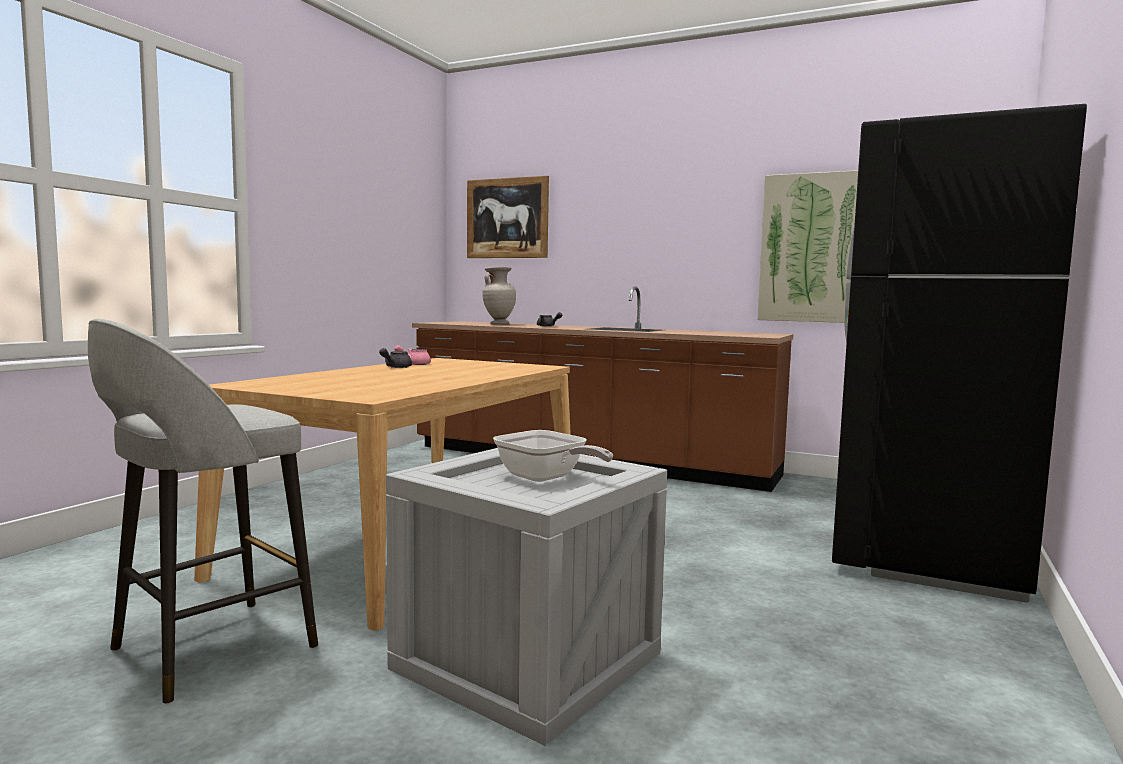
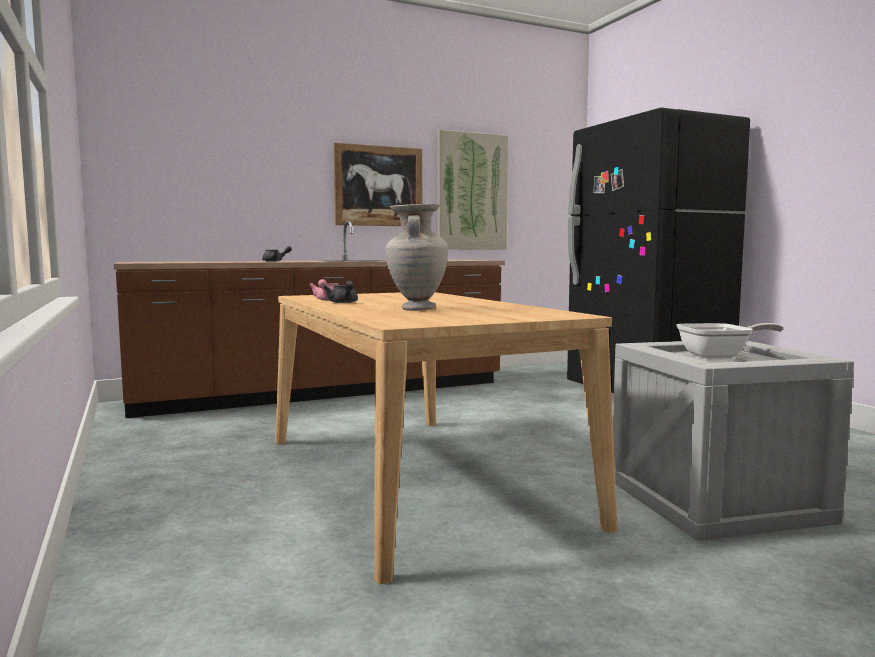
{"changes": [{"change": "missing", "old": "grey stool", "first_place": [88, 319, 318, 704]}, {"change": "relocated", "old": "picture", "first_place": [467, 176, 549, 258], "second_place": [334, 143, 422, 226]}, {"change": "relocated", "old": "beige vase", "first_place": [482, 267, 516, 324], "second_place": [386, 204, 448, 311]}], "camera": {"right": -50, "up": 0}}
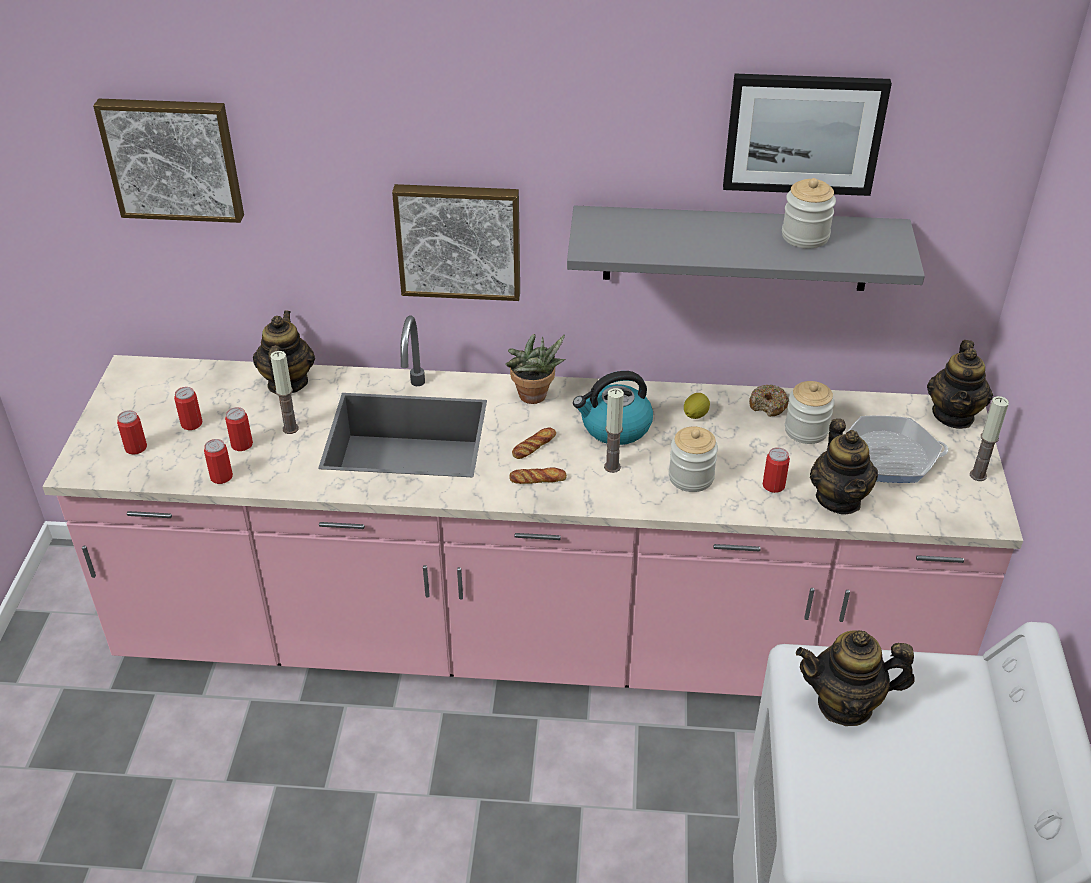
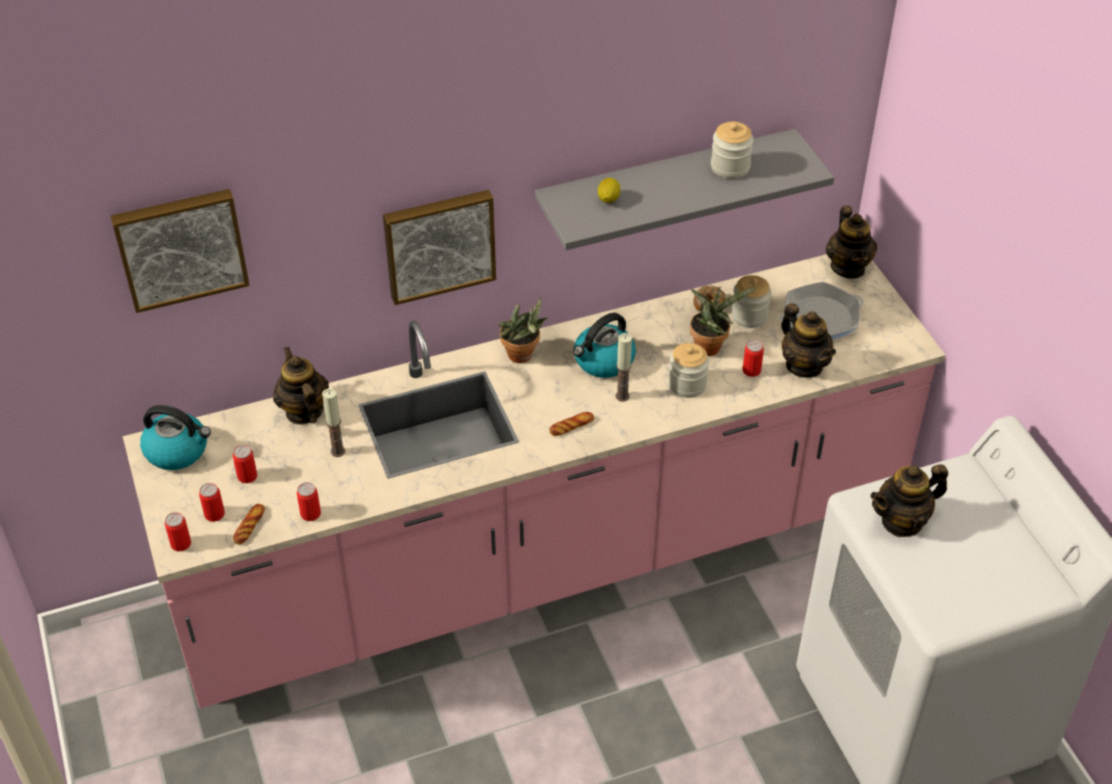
{"changes": [{"change": "relocated", "old": "can", "first_place": [225, 407, 253, 451], "second_place": [165, 512, 191, 551]}, {"change": "relocated", "old": "bread", "first_place": [512, 428, 556, 459], "second_place": [233, 504, 265, 545]}, {"change": "relocated", "old": "lemon", "first_place": [684, 393, 710, 419], "second_place": [598, 178, 620, 203]}, {"change": "missing", "old": "picture", "first_place": [723, 74, 892, 196]}, {"change": "missing", "old": "candle", "first_place": [970, 396, 1009, 481]}, {"change": "appeared", "new": "kettle", "second_place": [140, 405, 211, 470]}, {"change": "appeared", "new": "potted plant", "second_place": [690, 286, 758, 356]}], "camera": {"right": -25, "up": 5}}
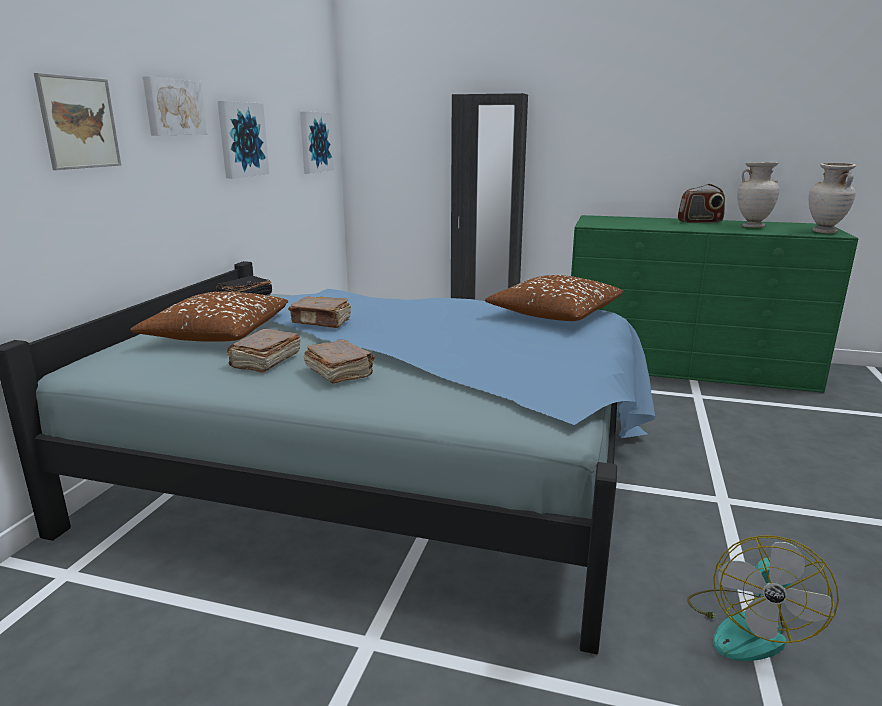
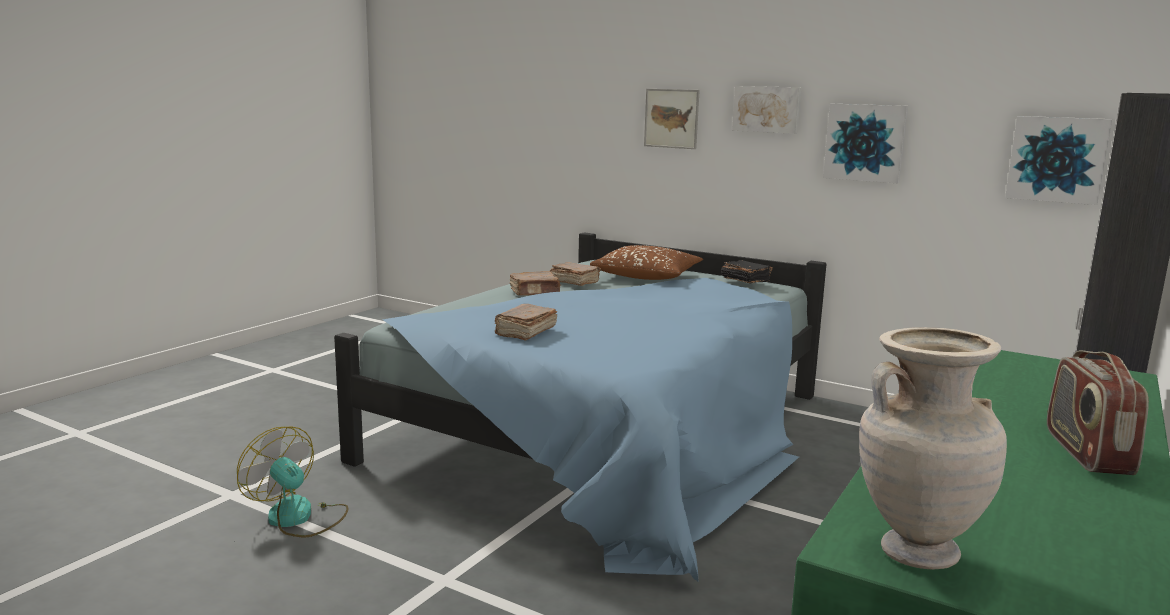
{"changes": [{"change": "relocated", "old": "brown book", "first_place": [288, 297, 351, 328], "second_place": [495, 304, 557, 341]}, {"change": "missing", "old": "brown pillow", "first_place": [485, 275, 623, 321]}, {"change": "missing", "old": "beige vase", "first_place": [737, 162, 780, 228]}], "camera": {"right": 105, "up": -5}}
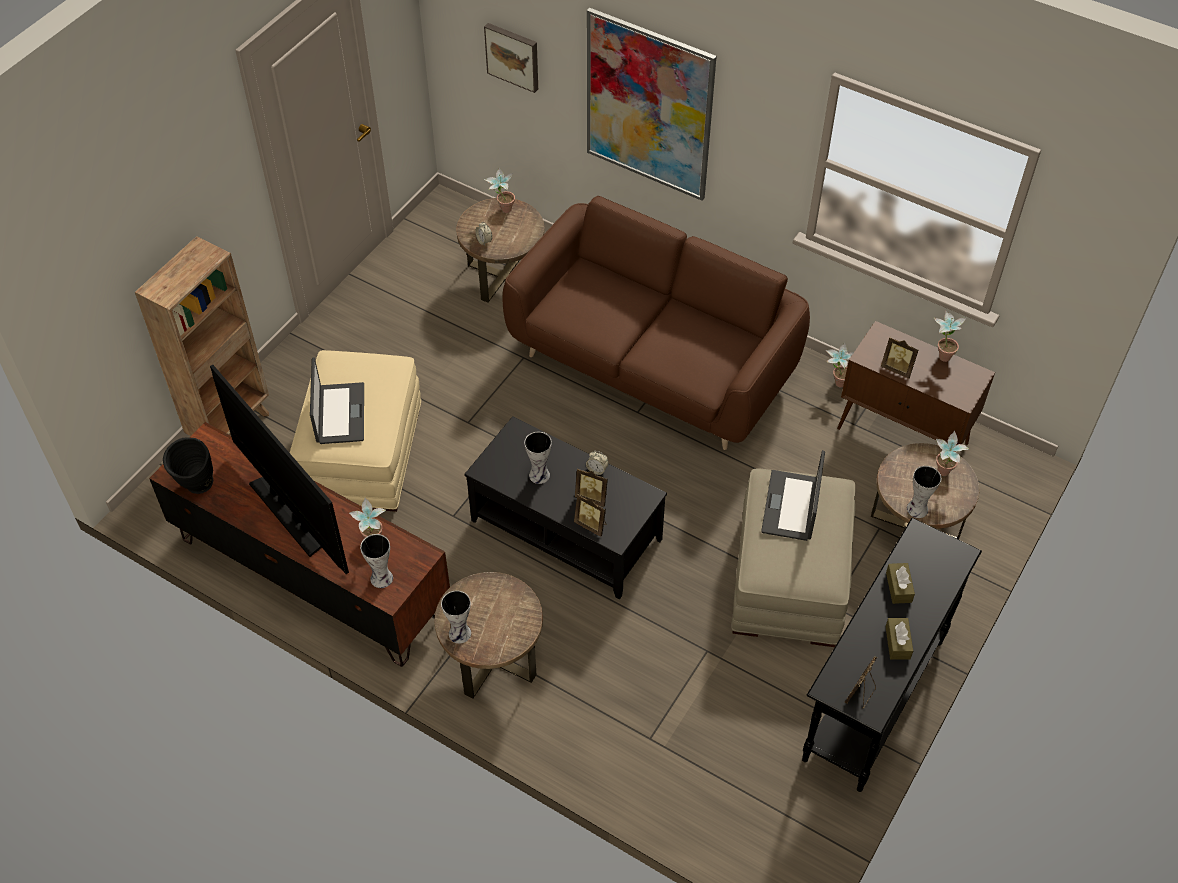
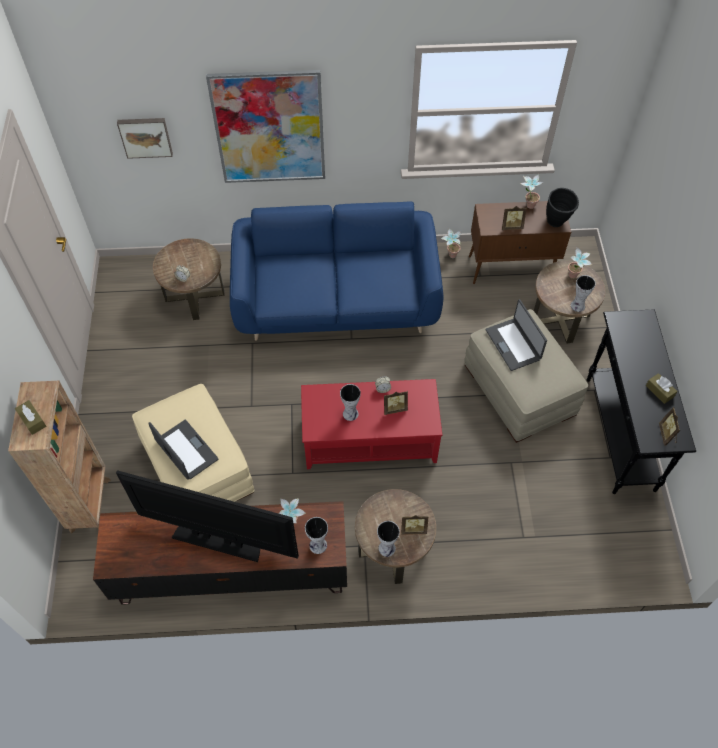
{"changes": [{"change": "relocated", "old": "black vase", "first_place": [163, 437, 213, 494], "second_place": [546, 188, 579, 227]}, {"change": "colour", "old": "black coffee table", "new": "red coffee table", "first_place": [464, 416, 667, 599], "second_place": [301, 379, 442, 469]}, {"change": "missing", "old": "potted plant", "first_place": [484, 167, 515, 213]}, {"change": "colour", "old": "brown sofa", "new": "blue sofa", "first_place": [503, 196, 810, 450], "second_place": [230, 201, 443, 341]}, {"change": "relocated", "old": "picture frame", "first_place": [574, 493, 607, 537], "second_place": [401, 515, 429, 535]}, {"change": "relocated", "old": "brown tissue box", "first_place": [886, 563, 915, 604], "second_place": [15, 400, 46, 435]}], "camera": {"right": -35, "up": 5}}
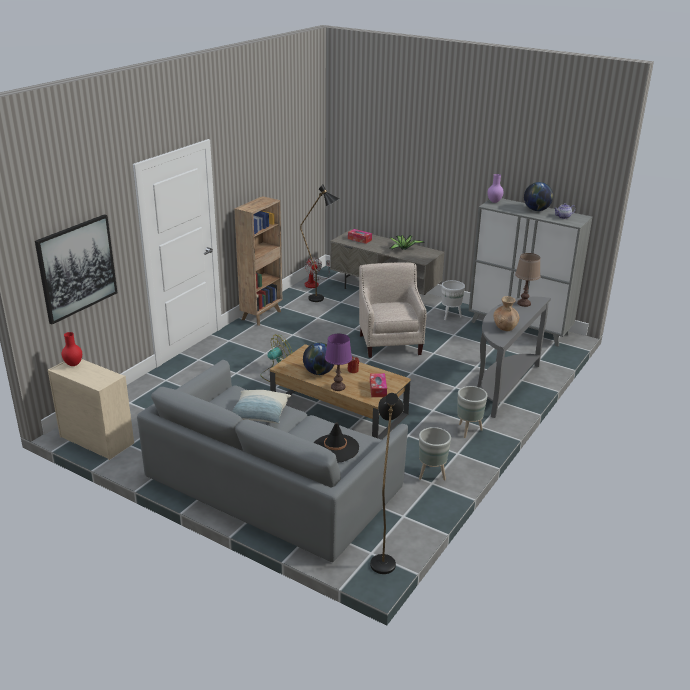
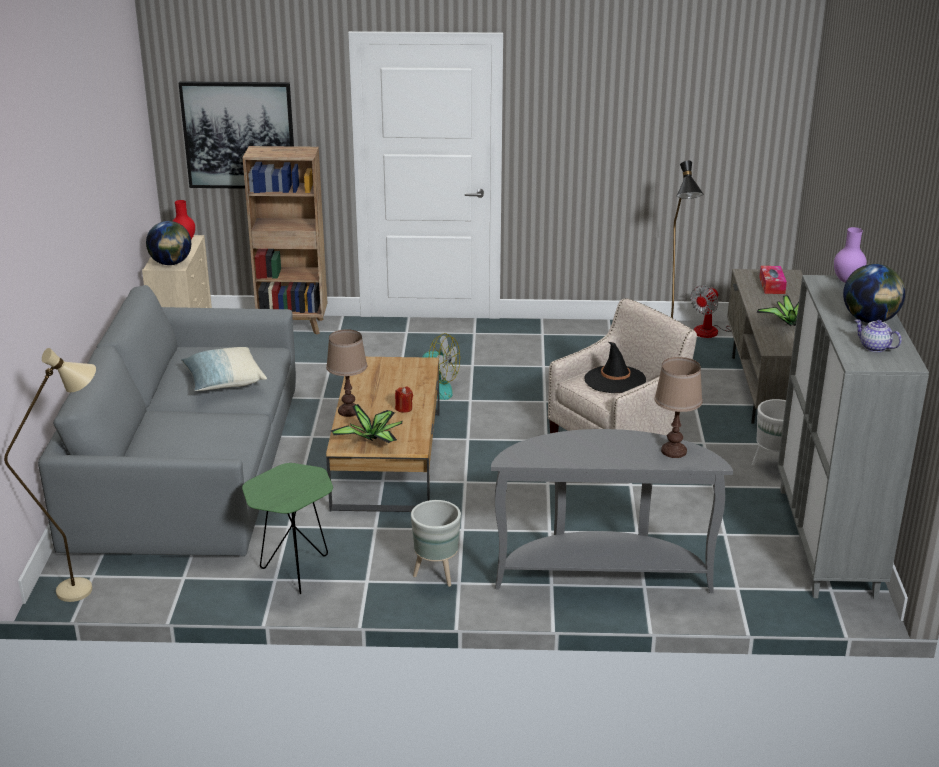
{"changes": [{"change": "relocated", "old": "brown bookcase", "first_place": [234, 196, 282, 326], "second_place": [243, 146, 327, 335]}, {"change": "relocated", "old": "globe", "first_place": [303, 342, 334, 375], "second_place": [146, 221, 191, 265]}, {"change": "relocated", "old": "black hat", "first_place": [314, 423, 359, 462], "second_place": [584, 342, 646, 393]}, {"change": "colour", "old": "purple table lamp", "new": "brown table lamp", "first_place": [325, 333, 352, 391], "second_place": [326, 329, 367, 417]}, {"change": "exchanged", "old": "tissue box", "new": "potted plant", "first_place": [370, 373, 387, 397], "second_place": [331, 404, 403, 443]}, {"change": "colour", "old": "black floor lamp", "new": "beige floor lamp", "first_place": [370, 393, 404, 574], "second_place": [4, 348, 96, 602]}, {"change": "exchanged", "old": "grey planter", "new": "green side table", "first_place": [419, 427, 451, 480], "second_place": [242, 463, 333, 594]}, {"change": "missing", "old": "brown vase", "first_place": [494, 296, 519, 331]}], "camera": {"right": 60, "up": 0}}
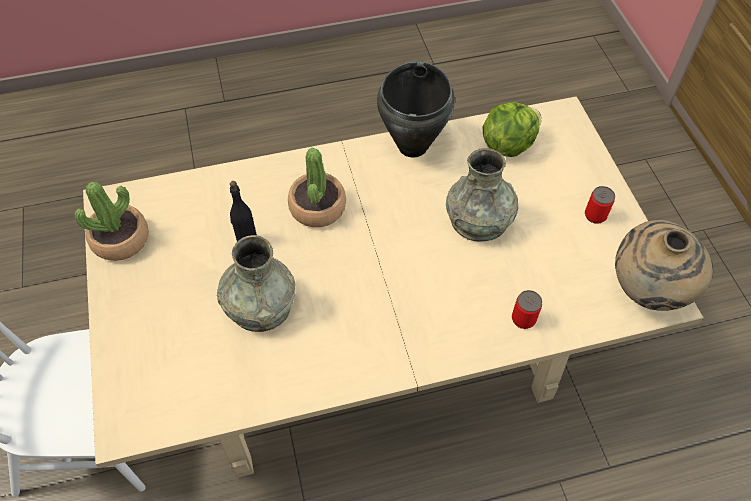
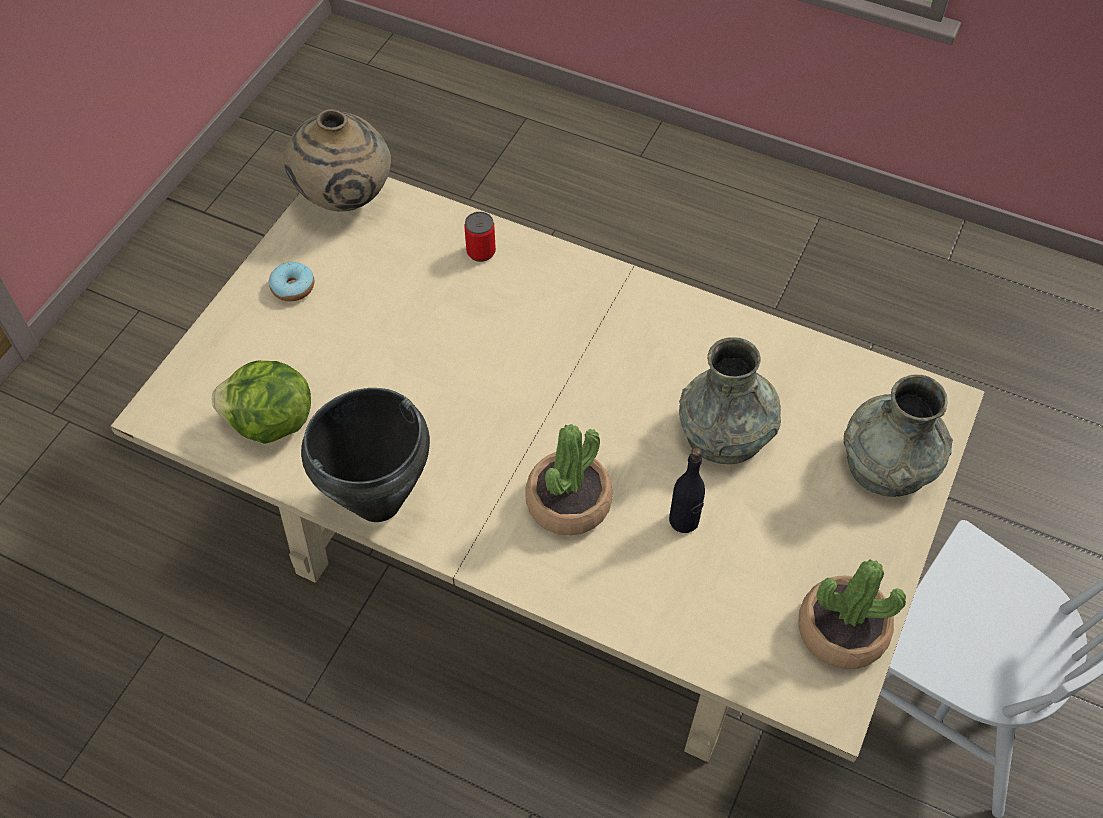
{"changes": [{"change": "relocated", "old": "grey vase", "first_place": [446, 148, 518, 242], "second_place": [844, 375, 953, 497]}, {"change": "exchanged", "old": "can", "new": "donut", "first_place": [585, 186, 615, 224], "second_place": [269, 262, 314, 302]}], "camera": {"right": -140, "up": 0}}
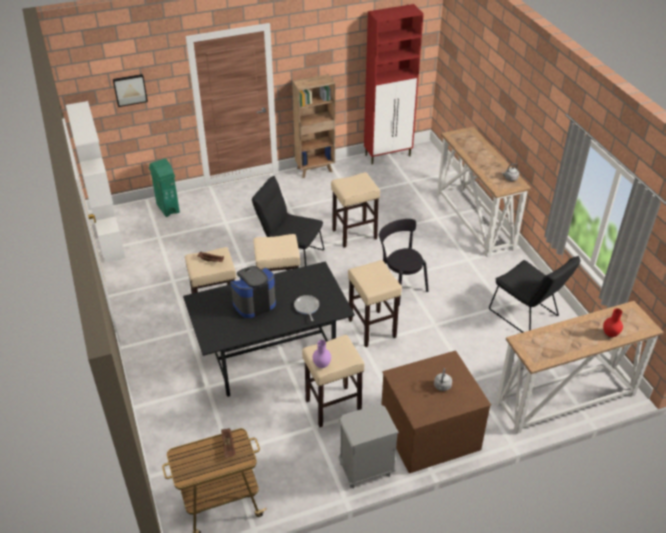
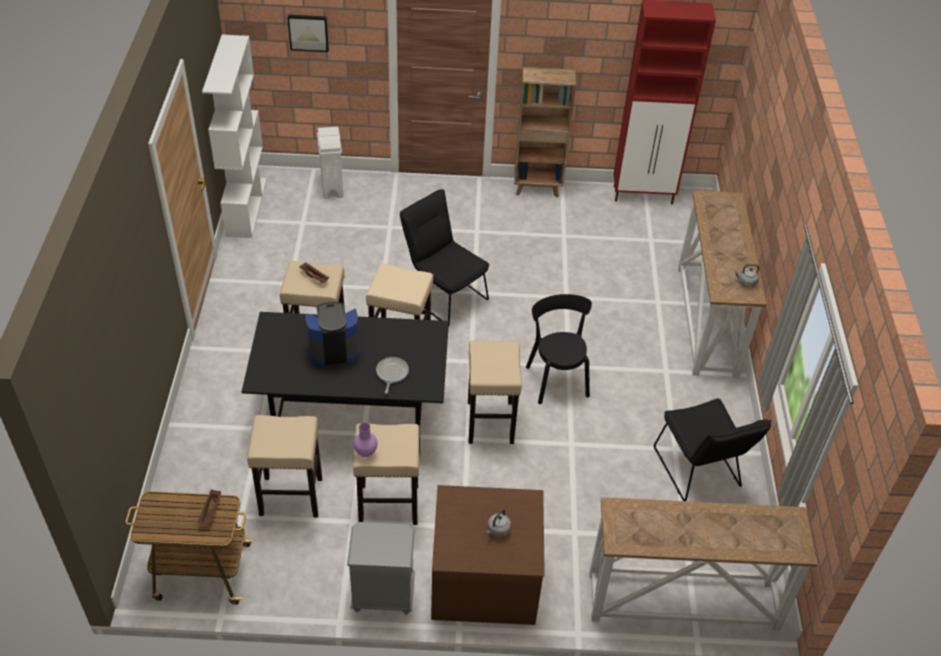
{"changes": [{"change": "colour", "old": "green trash can", "new": "white trash can", "first_place": [149, 159, 180, 217], "second_place": [317, 127, 343, 199]}, {"change": "relocated", "old": "beige stool", "first_place": [331, 172, 380, 248], "second_place": [247, 415, 322, 517]}, {"change": "missing", "old": "red vase", "first_place": [603, 308, 623, 337]}], "camera": {"right": 20, "up": 5}}
